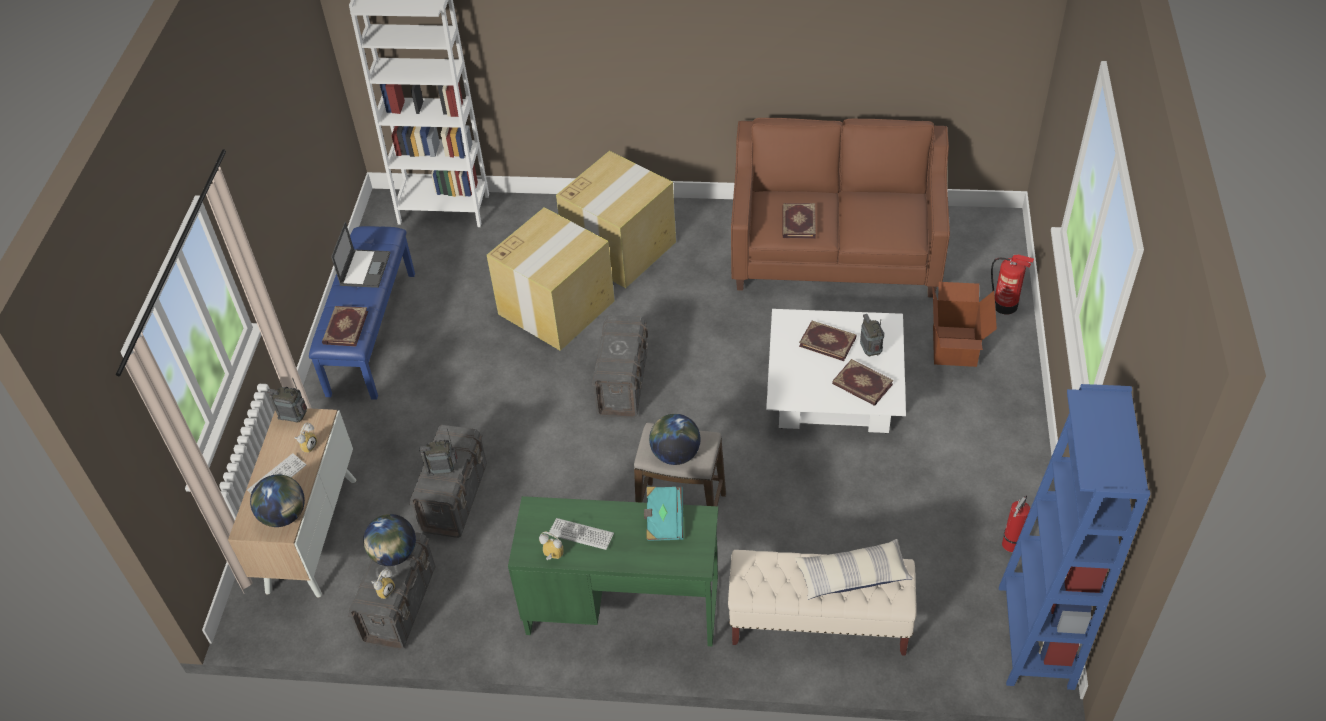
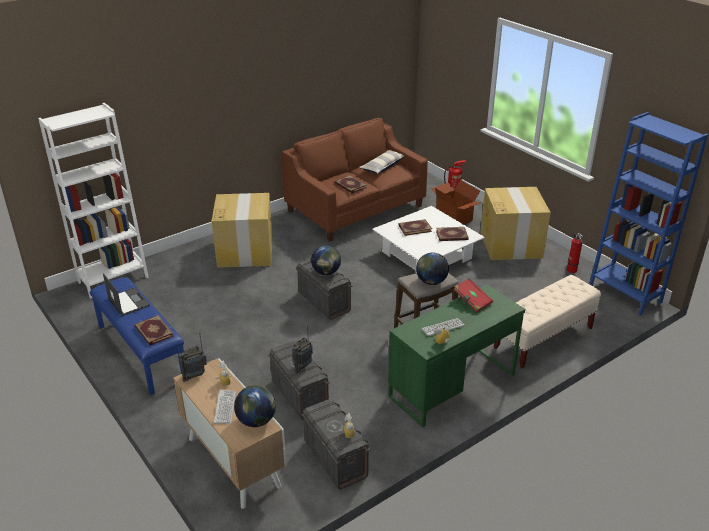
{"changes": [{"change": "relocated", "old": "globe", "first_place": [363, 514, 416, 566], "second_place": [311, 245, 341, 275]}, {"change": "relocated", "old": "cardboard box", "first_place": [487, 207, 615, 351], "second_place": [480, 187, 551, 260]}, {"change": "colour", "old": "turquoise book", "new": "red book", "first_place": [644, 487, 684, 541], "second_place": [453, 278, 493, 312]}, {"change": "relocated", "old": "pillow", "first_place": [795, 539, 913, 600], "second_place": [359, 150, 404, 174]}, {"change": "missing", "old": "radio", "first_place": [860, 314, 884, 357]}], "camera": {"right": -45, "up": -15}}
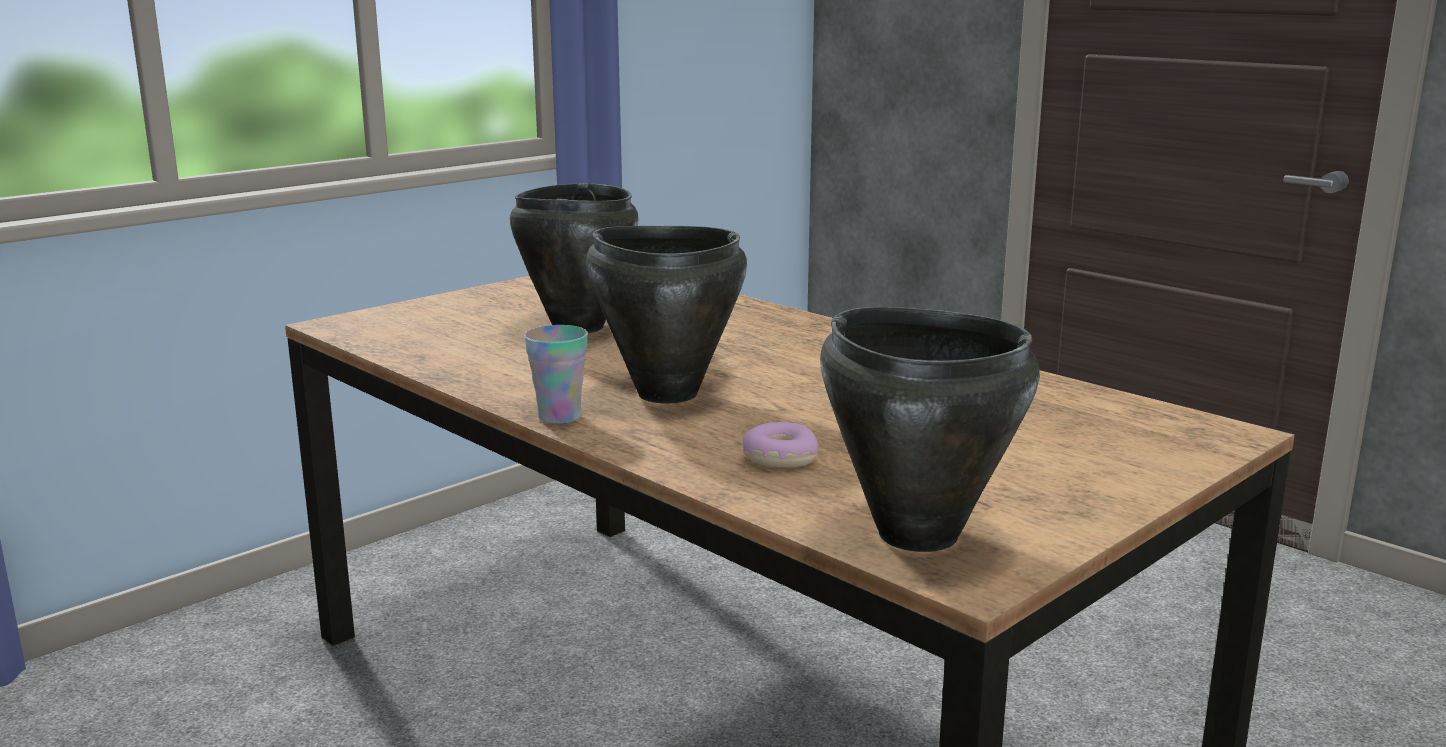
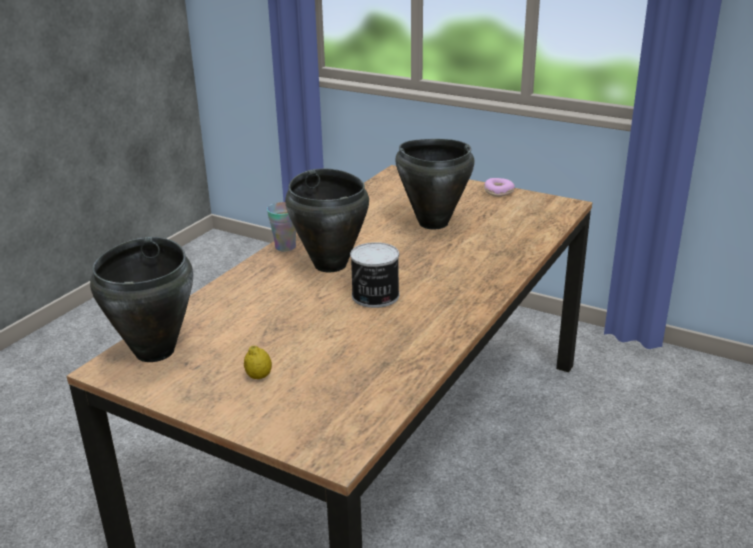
{"changes": [{"change": "relocated", "old": "donut", "first_place": [743, 422, 819, 467], "second_place": [484, 178, 515, 197]}, {"change": "appeared", "new": "lemon", "second_place": [244, 346, 272, 379]}, {"change": "appeared", "new": "can", "second_place": [350, 242, 399, 308]}], "camera": {"right": 75, "up": 10}}
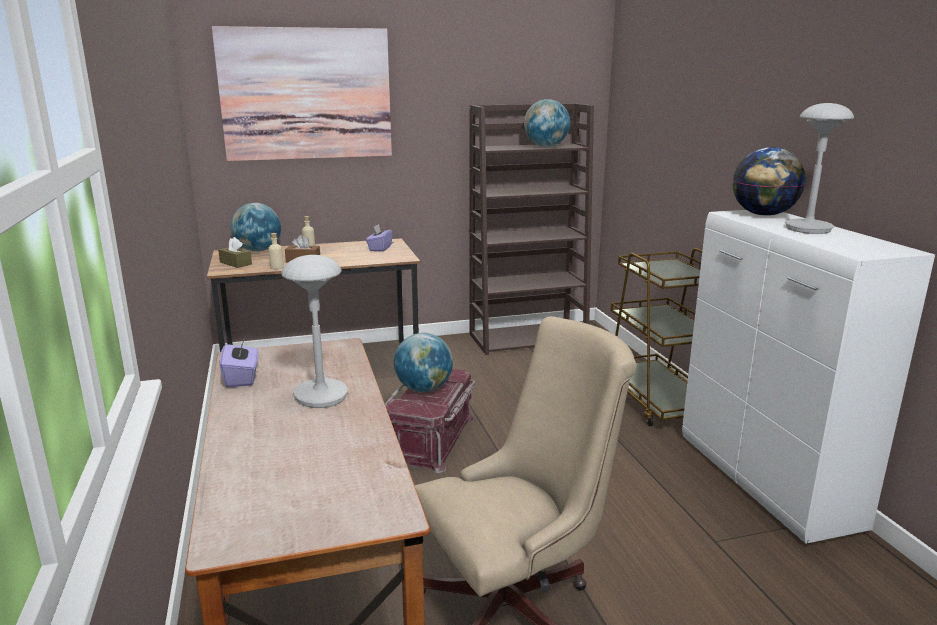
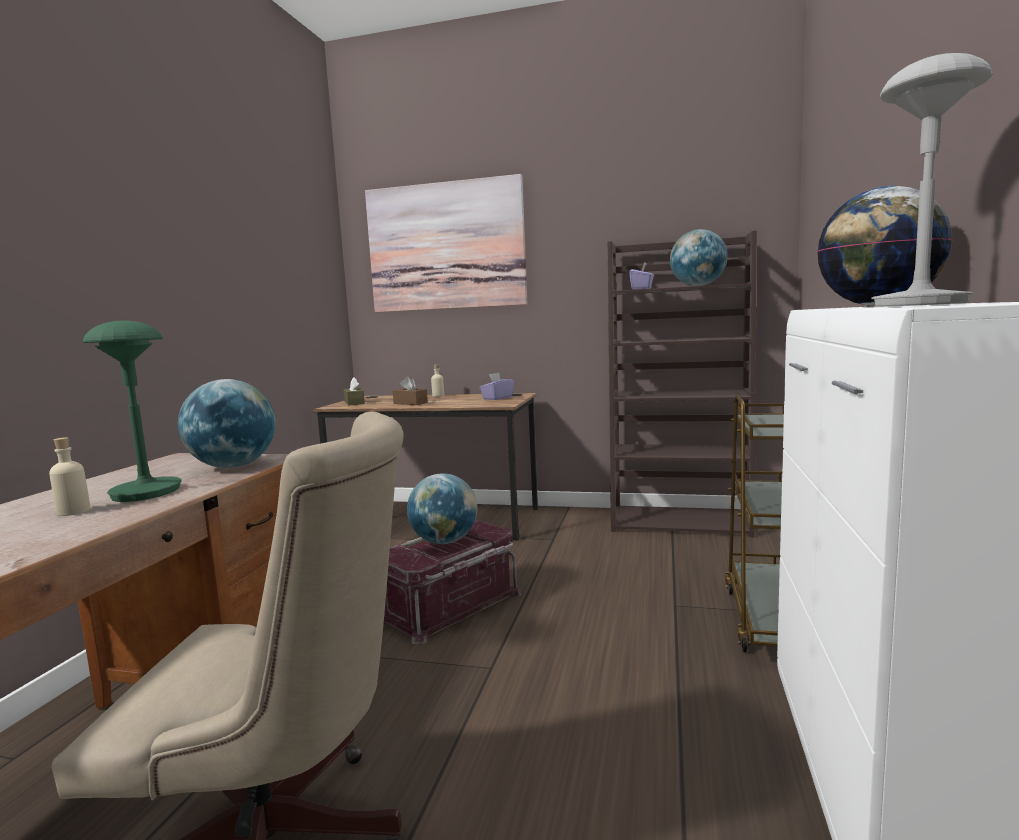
{"changes": [{"change": "relocated", "old": "purple tissue box", "first_place": [220, 338, 259, 387], "second_place": [629, 262, 654, 290]}, {"change": "relocated", "old": "globe", "first_place": [230, 203, 281, 251], "second_place": [178, 379, 276, 468]}, {"change": "relocated", "old": "beige bottle", "first_place": [268, 233, 284, 269], "second_place": [49, 437, 90, 516]}, {"change": "colour", "old": "grey table lamp", "new": "green table lamp", "first_place": [281, 255, 348, 408], "second_place": [83, 321, 182, 502]}], "camera": {"right": 30, "up": -10}}
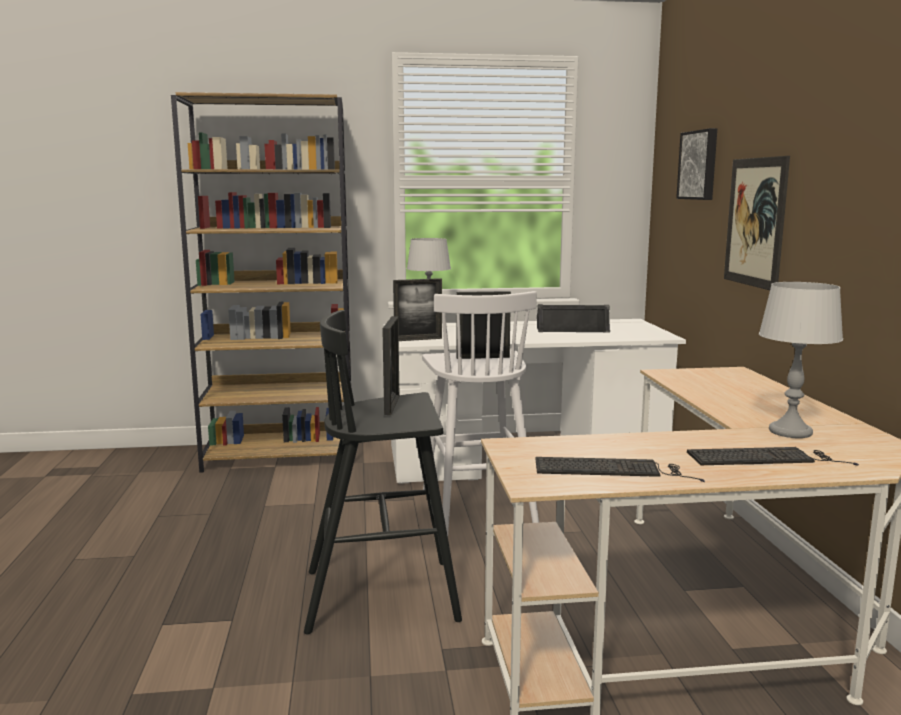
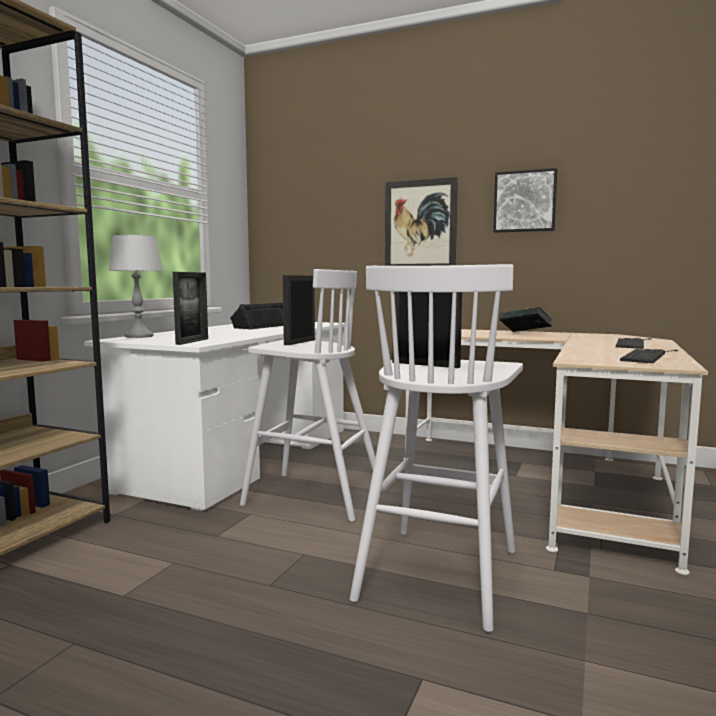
{"changes": [{"change": "colour", "old": "black stool", "new": "white stool", "first_place": [304, 310, 462, 634], "second_place": [350, 264, 523, 632]}, {"change": "relocated", "old": "picture", "first_place": [676, 128, 717, 200], "second_place": [493, 168, 557, 233]}, {"change": "missing", "old": "grey table lamp", "first_place": [759, 282, 843, 438]}, {"change": "appeared", "new": "book", "second_place": [499, 307, 553, 332]}], "camera": {"right": -60, "up": -5}}
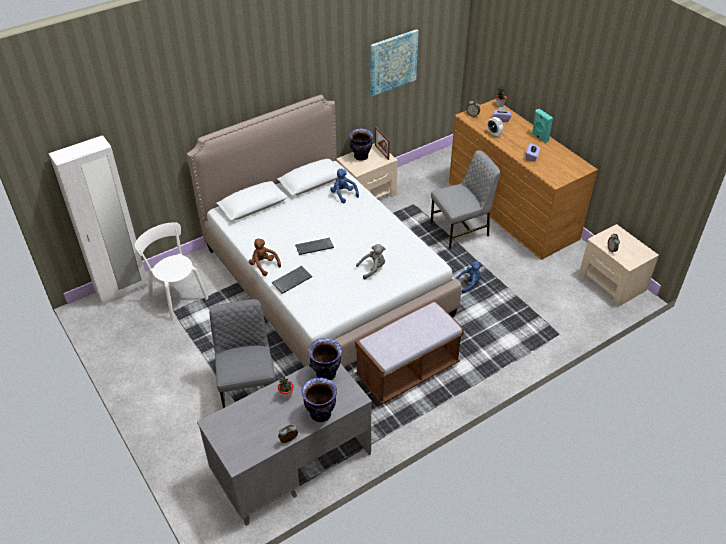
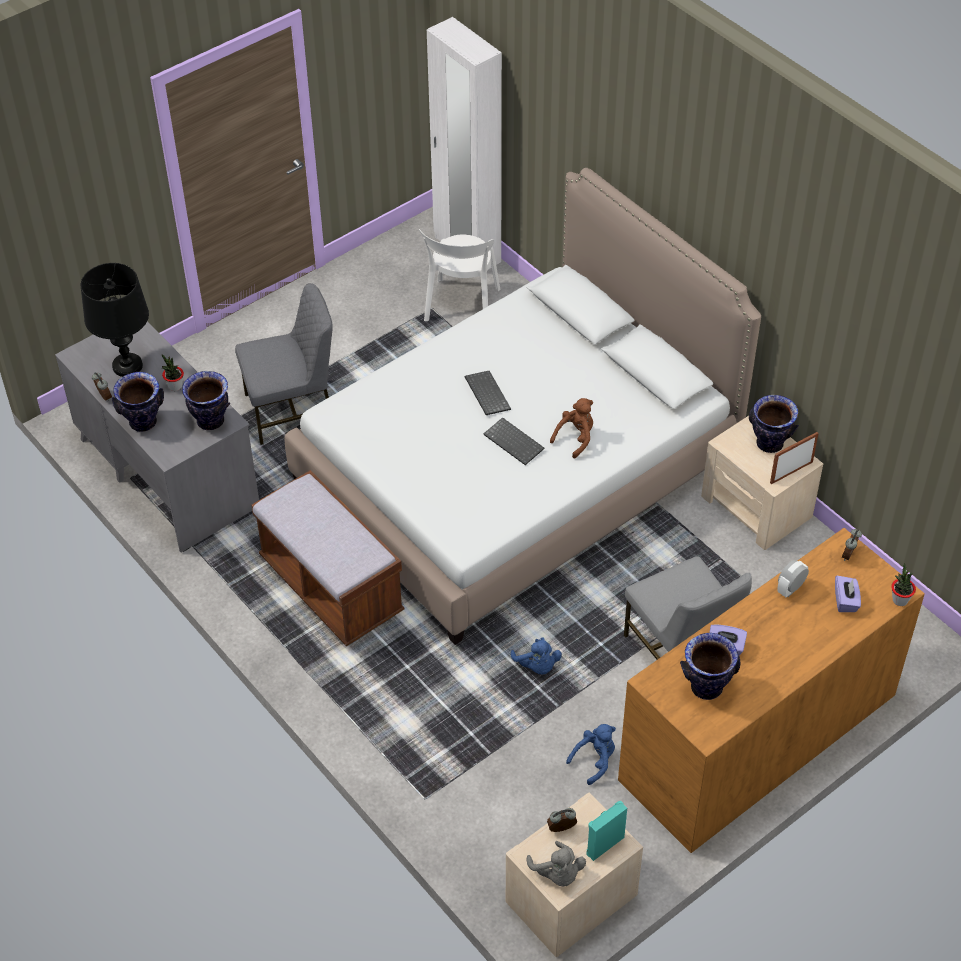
{"changes": [{"change": "spun", "old": "white chair", "first_place": [135, 222, 208, 320], "second_place": [419, 229, 500, 321], "degrees": 150}, {"change": "relocated", "old": "brown plush toy", "first_place": [249, 239, 281, 276], "second_place": [550, 398, 593, 458]}, {"change": "relocated", "old": "keyboard", "first_place": [272, 266, 312, 294], "second_place": [484, 417, 544, 465]}, {"change": "relocated", "old": "blue plush toy", "first_place": [330, 169, 359, 203], "second_place": [566, 724, 616, 785]}, {"change": "relocated", "old": "grey plush toy", "first_place": [356, 244, 385, 279], "second_place": [527, 841, 586, 886]}, {"change": "missing", "old": "picture", "first_place": [370, 29, 419, 96]}, {"change": "relocated", "old": "turquoise speaker", "first_place": [532, 109, 553, 143], "second_place": [586, 801, 627, 861]}, {"change": "appeared", "new": "black table lamp", "second_place": [81, 263, 149, 377]}, {"change": "appeared", "new": "vase", "second_place": [680, 633, 741, 700]}], "camera": {"right": 85, "up": 5}}
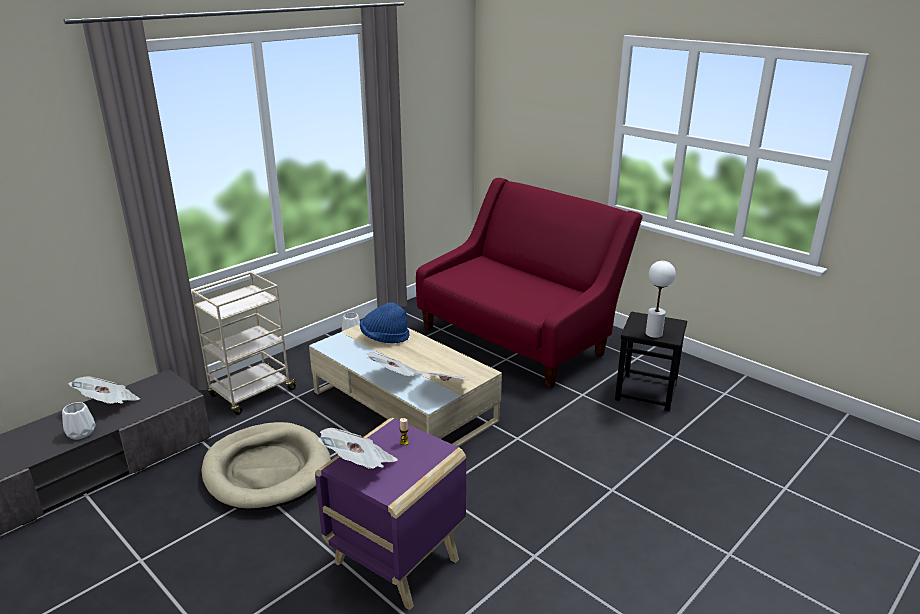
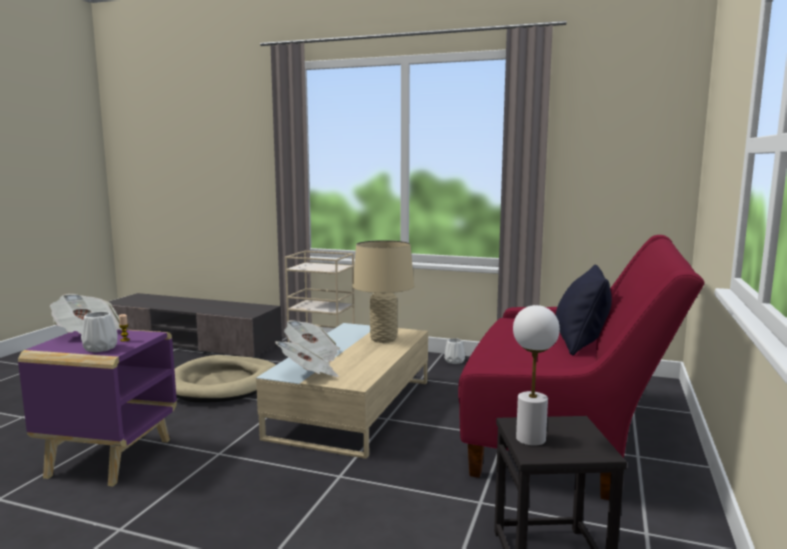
{"changes": [{"change": "relocated", "old": "white vase", "first_place": [62, 402, 96, 440], "second_place": [81, 312, 118, 352]}, {"change": "missing", "old": "newspaper", "first_place": [68, 376, 140, 404]}, {"change": "exchanged", "old": "blue hat", "new": "beige table lamp", "first_place": [360, 302, 410, 343], "second_place": [352, 240, 414, 343]}, {"change": "appeared", "new": "black pillow", "second_place": [556, 265, 612, 355]}], "camera": {"right": 65, "up": -15}}
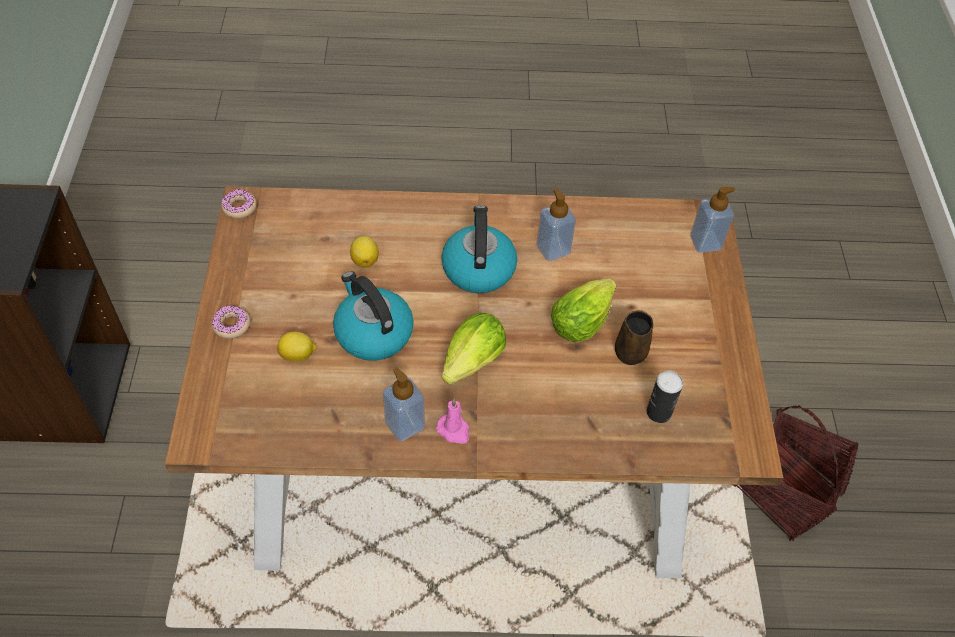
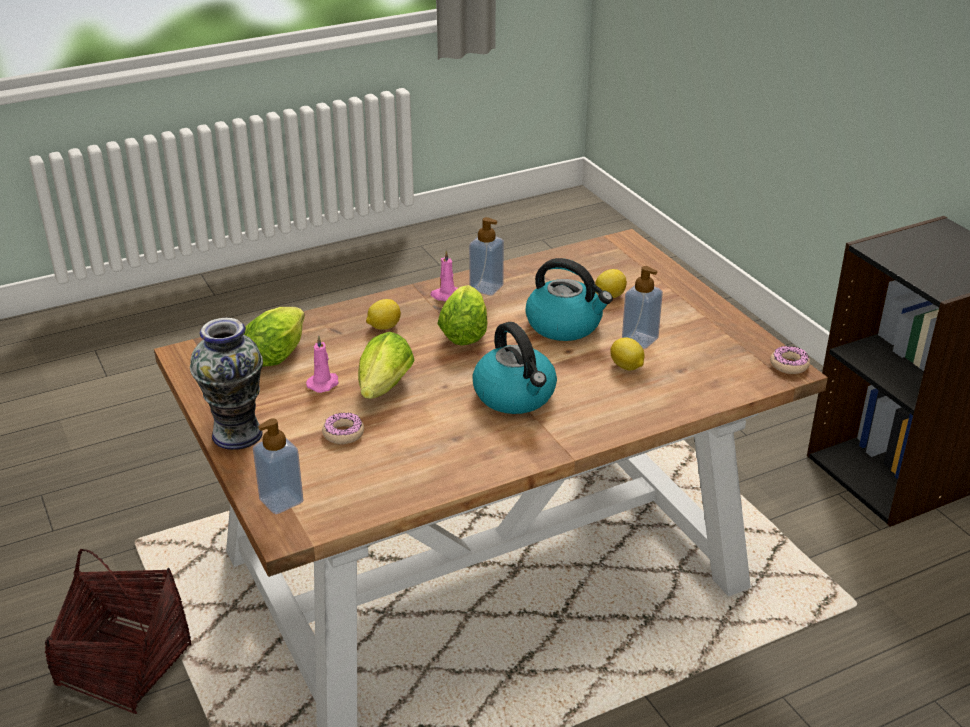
{"changes": [{"change": "relocated", "old": "donut", "first_place": [212, 305, 250, 339], "second_place": [322, 412, 364, 444]}, {"change": "relocated", "old": "soap dispenser", "first_place": [536, 188, 576, 261], "second_place": [622, 266, 663, 349]}, {"change": "exchanged", "old": "brown mug", "new": "pink candle", "first_place": [615, 310, 653, 365], "second_place": [306, 335, 339, 393]}, {"change": "exchanged", "old": "can", "new": "lettuce", "first_place": [646, 371, 683, 423], "second_place": [244, 307, 305, 367]}, {"change": "appeared", "new": "vase", "second_place": [190, 318, 263, 450]}, {"change": "appeared", "new": "lemon", "second_place": [366, 299, 401, 330]}], "camera": {"right": 155, "up": -20}}
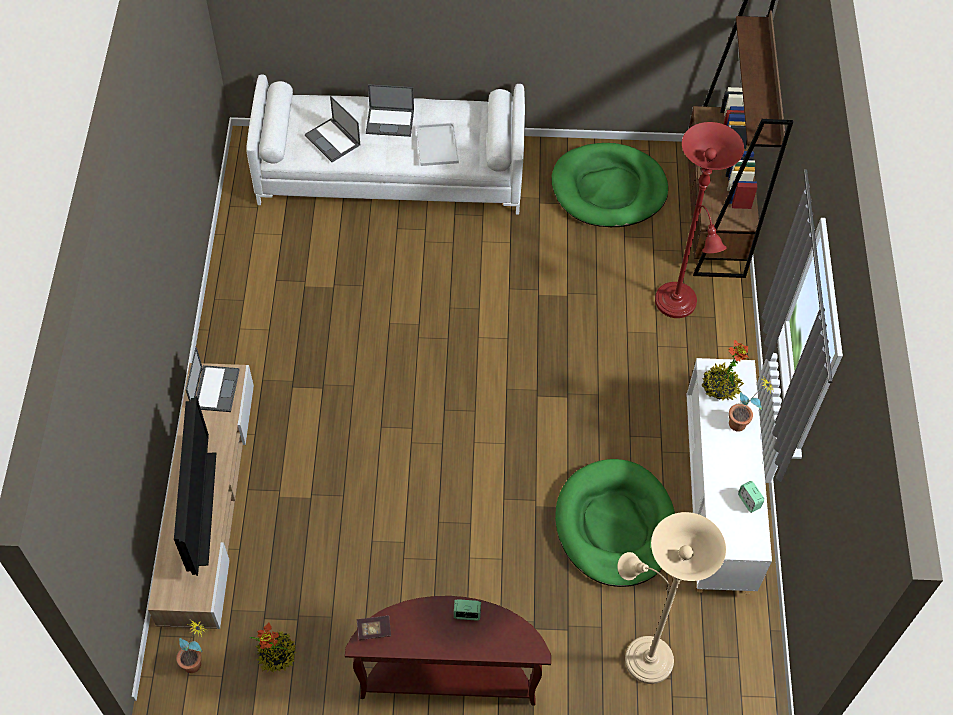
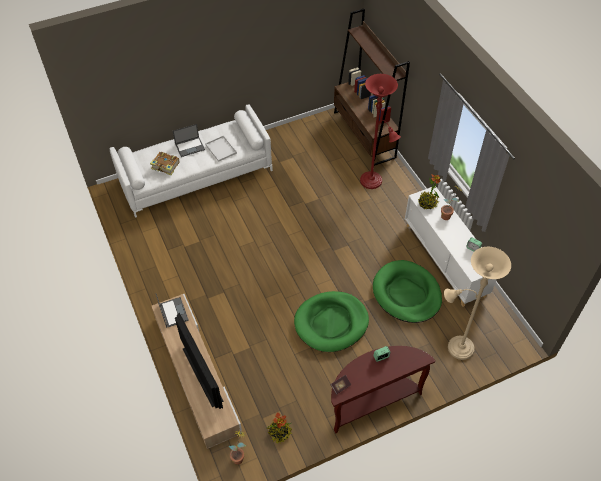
{"changes": [{"change": "exchanged", "old": "laptop", "new": "book", "first_place": [305, 96, 360, 162], "second_place": [150, 152, 180, 175]}, {"change": "relocated", "old": "green dog bed", "first_place": [552, 143, 668, 227], "second_place": [294, 291, 369, 352]}], "camera": {"right": -25, "up": -5}}
